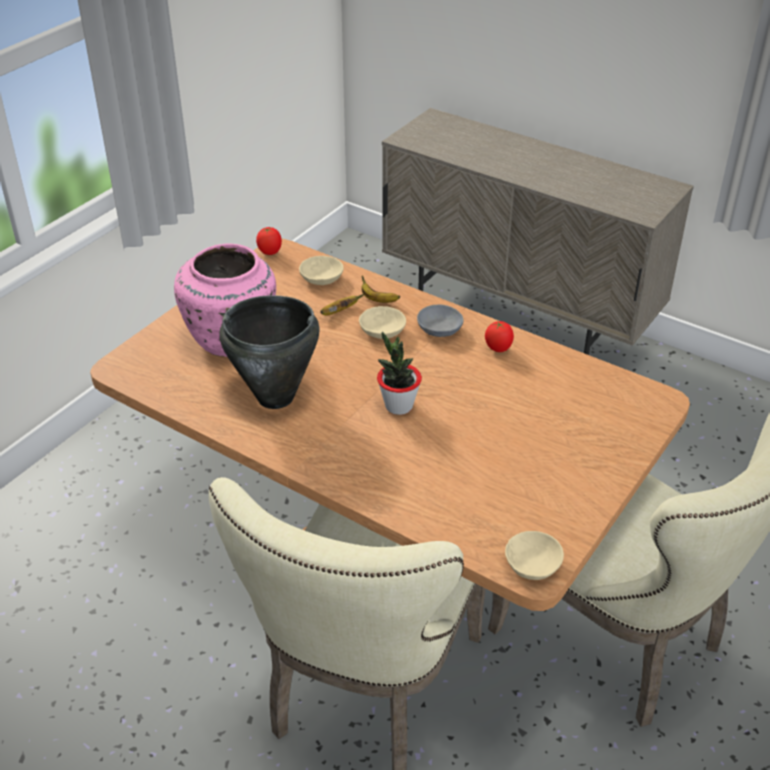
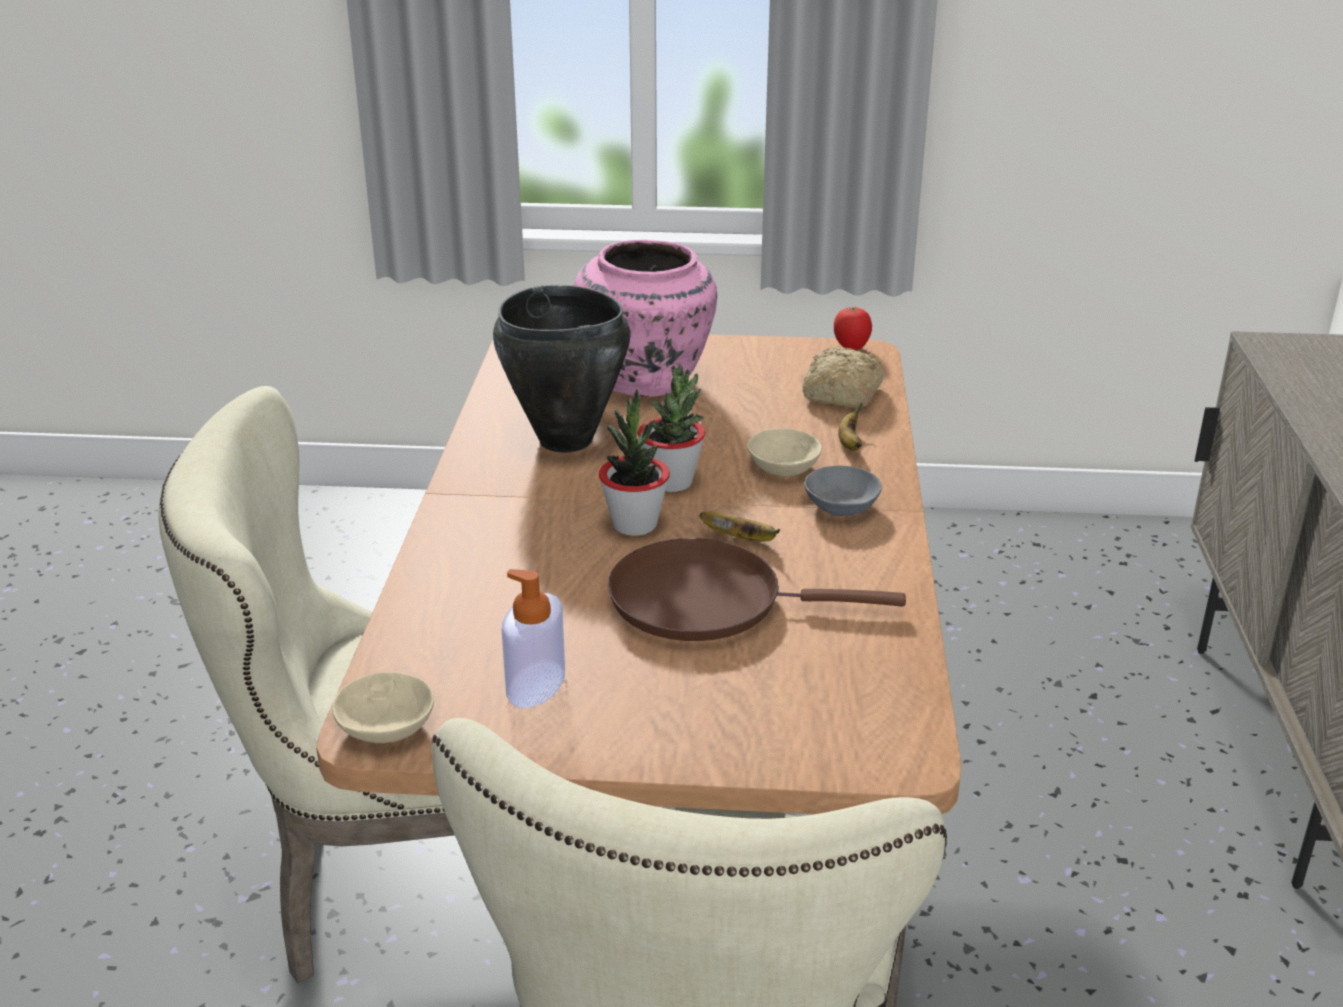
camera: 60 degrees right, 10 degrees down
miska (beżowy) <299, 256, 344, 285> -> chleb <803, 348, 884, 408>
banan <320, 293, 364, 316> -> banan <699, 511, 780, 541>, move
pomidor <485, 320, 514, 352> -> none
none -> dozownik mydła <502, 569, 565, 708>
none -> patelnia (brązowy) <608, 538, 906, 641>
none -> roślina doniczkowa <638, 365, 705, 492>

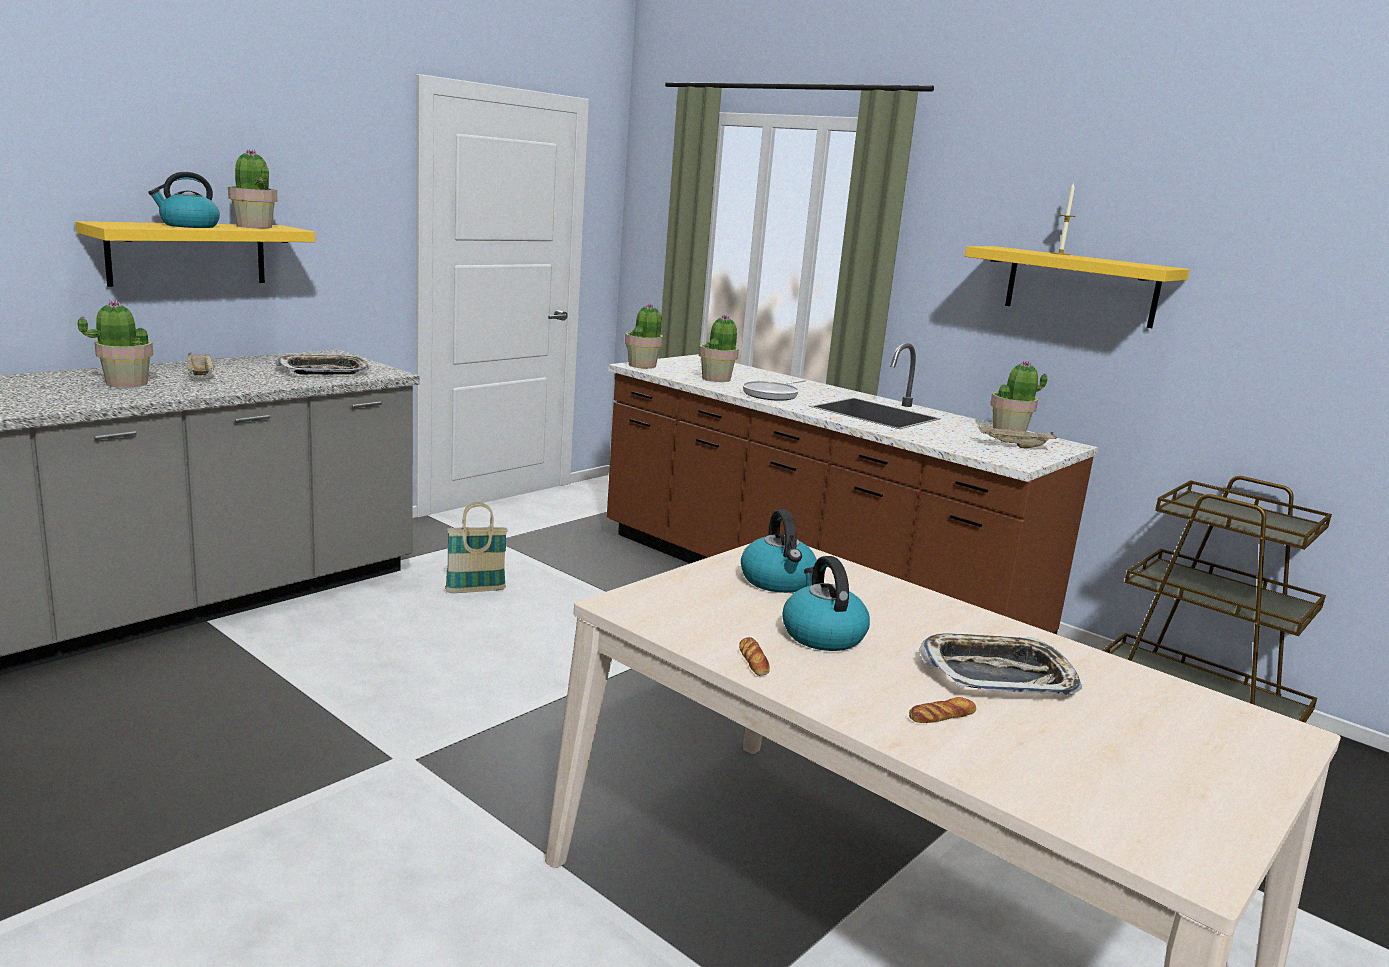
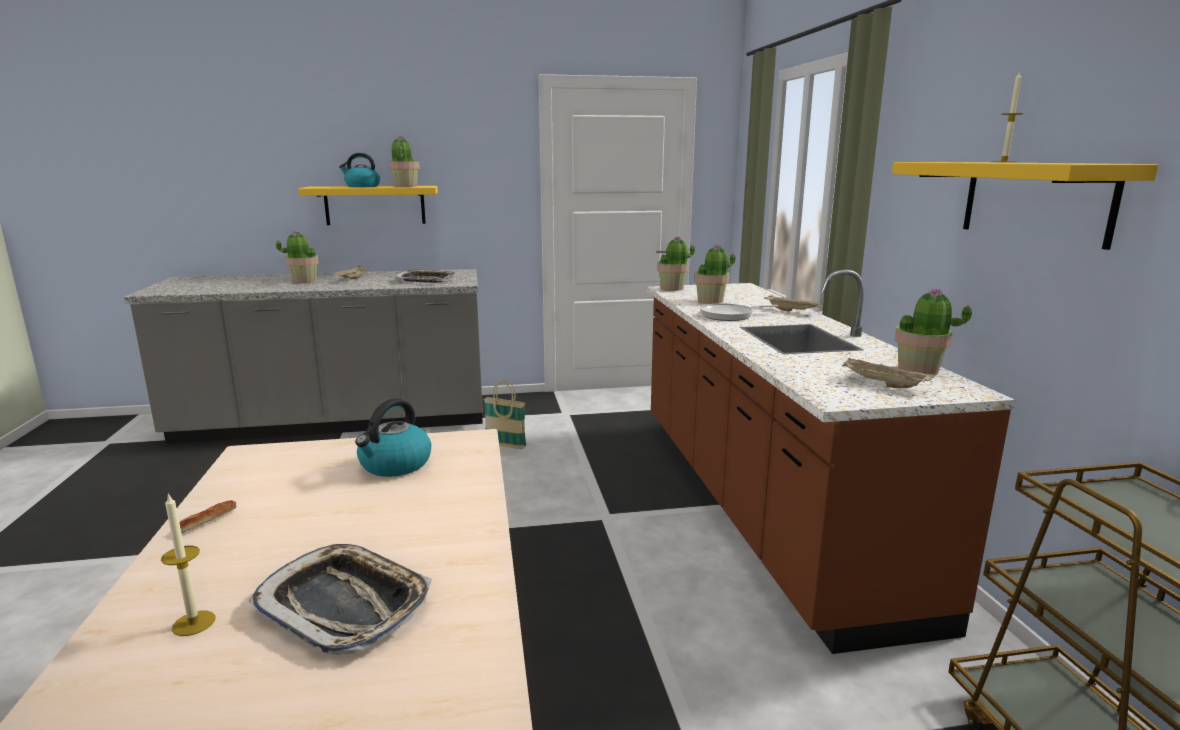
camera: 40 degrees right, 0 degrees up
czajnik <782, 556, 870, 651> -> none
chleb <909, 697, 976, 723> -> świeca <161, 493, 216, 636>
none -> taca (beżowy) <764, 295, 823, 312>

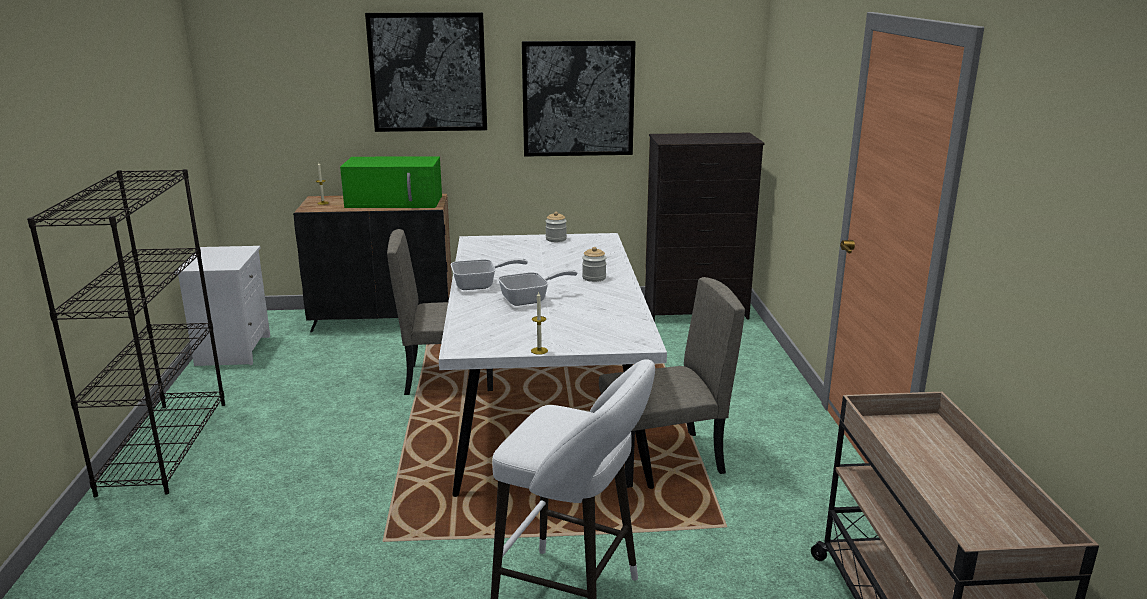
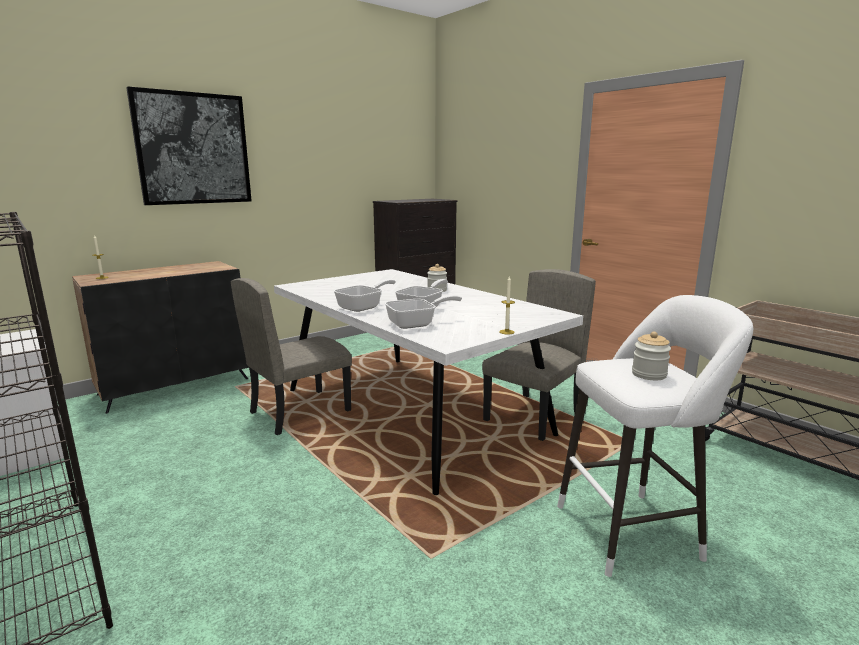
camera: 35 degrees left, 5 degrees down
mikrofalówka (zielony) <340, 157, 442, 208> -> none
obraz <522, 41, 636, 157> -> none
słoik <545, 212, 567, 242> -> słoik <632, 332, 671, 380>, move
none -> patelnia <385, 295, 462, 329>

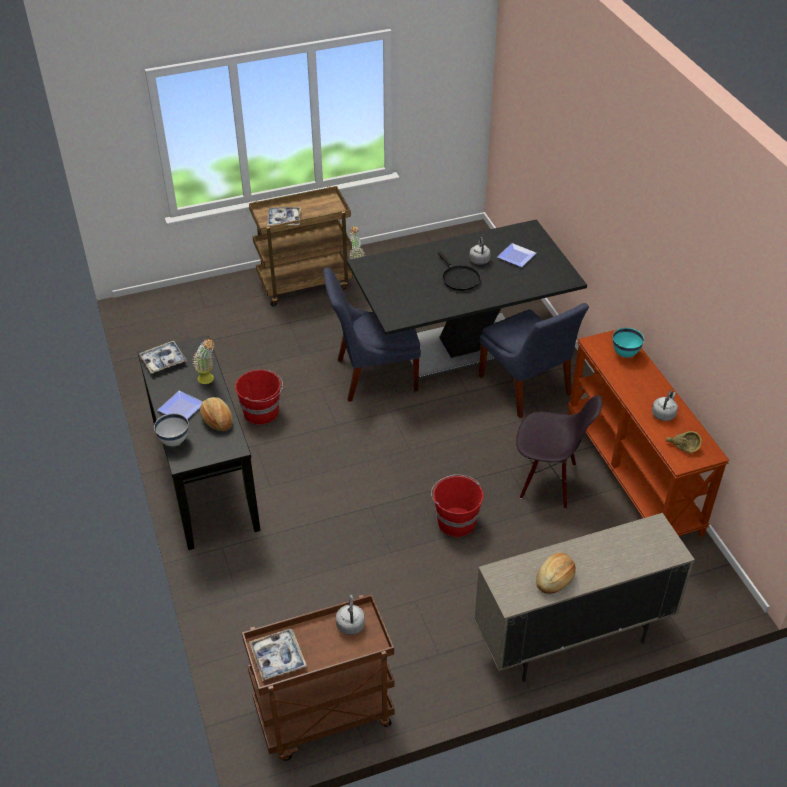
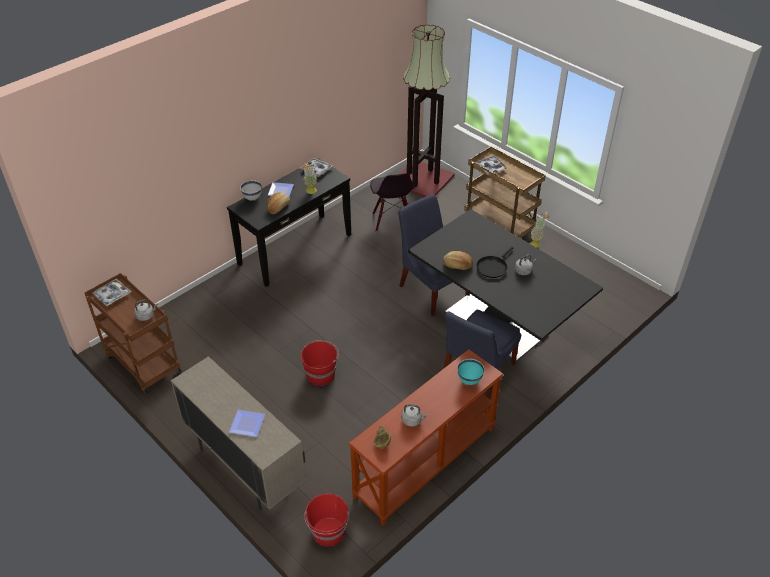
camera: 65 degrees right, 0 degrees up
wiadro (czerwony) <235, 370, 283, 425> -> wiadro (czerwony) <304, 493, 349, 547>, move
talerz <497, 243, 536, 267> -> talerz <229, 410, 265, 437>, move
krzesło (czarny) <516, 395, 603, 509> -> krzesło (czarny) <370, 173, 414, 232>, move
chleb <536, 553, 576, 594> -> chleb <443, 251, 473, 270>, move
none -> lampa stojąca <400, 24, 455, 197>

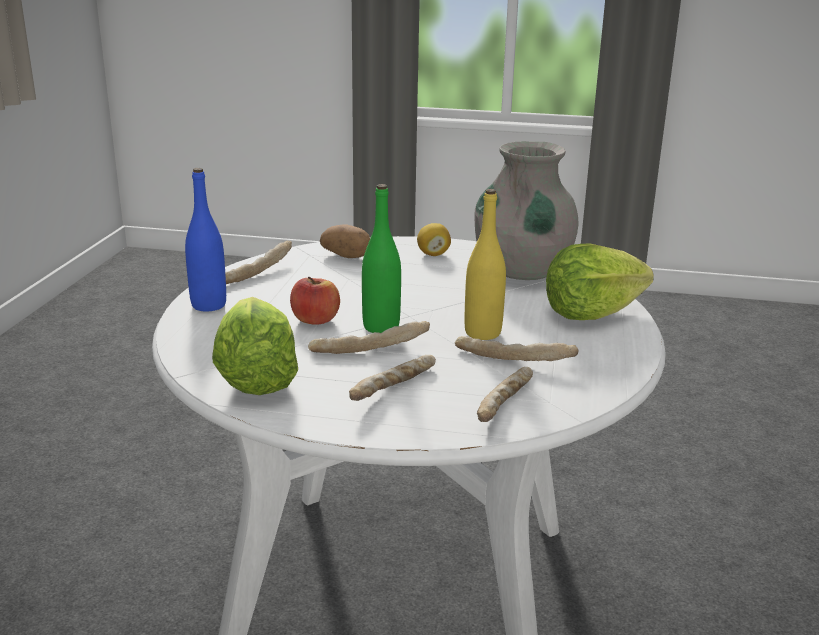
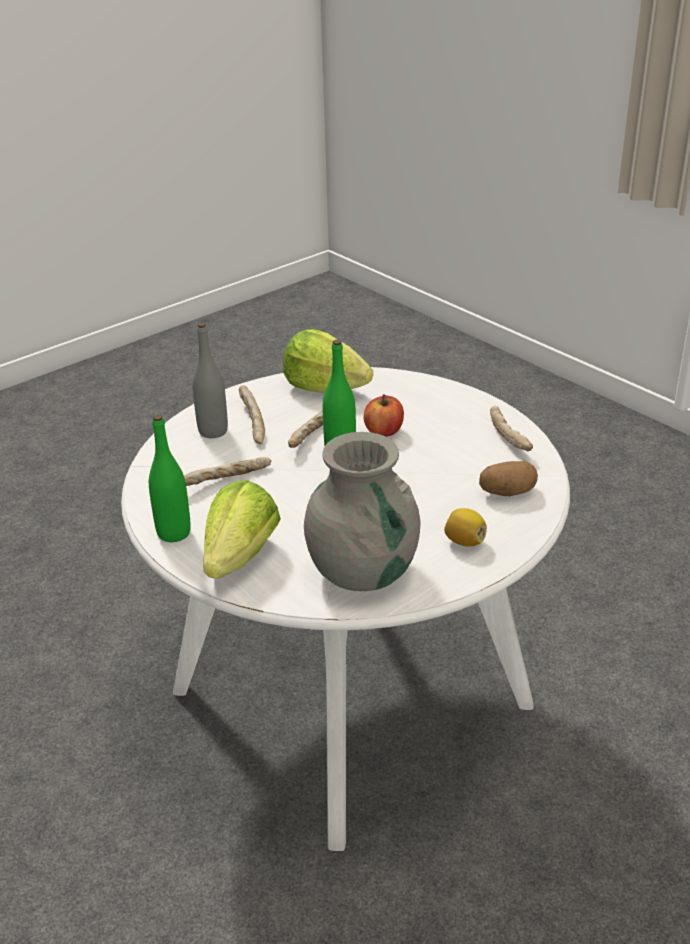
camera: 130 degrees right, 10 degrees up
butelka (niebieski) <185, 168, 226, 312> -> none
butelka (żółty) <465, 189, 506, 340> -> none
chleb <477, 367, 533, 422> -> none
none -> butelka (zielony) <149, 414, 191, 542>
none -> butelka (szary) <192, 322, 228, 438>

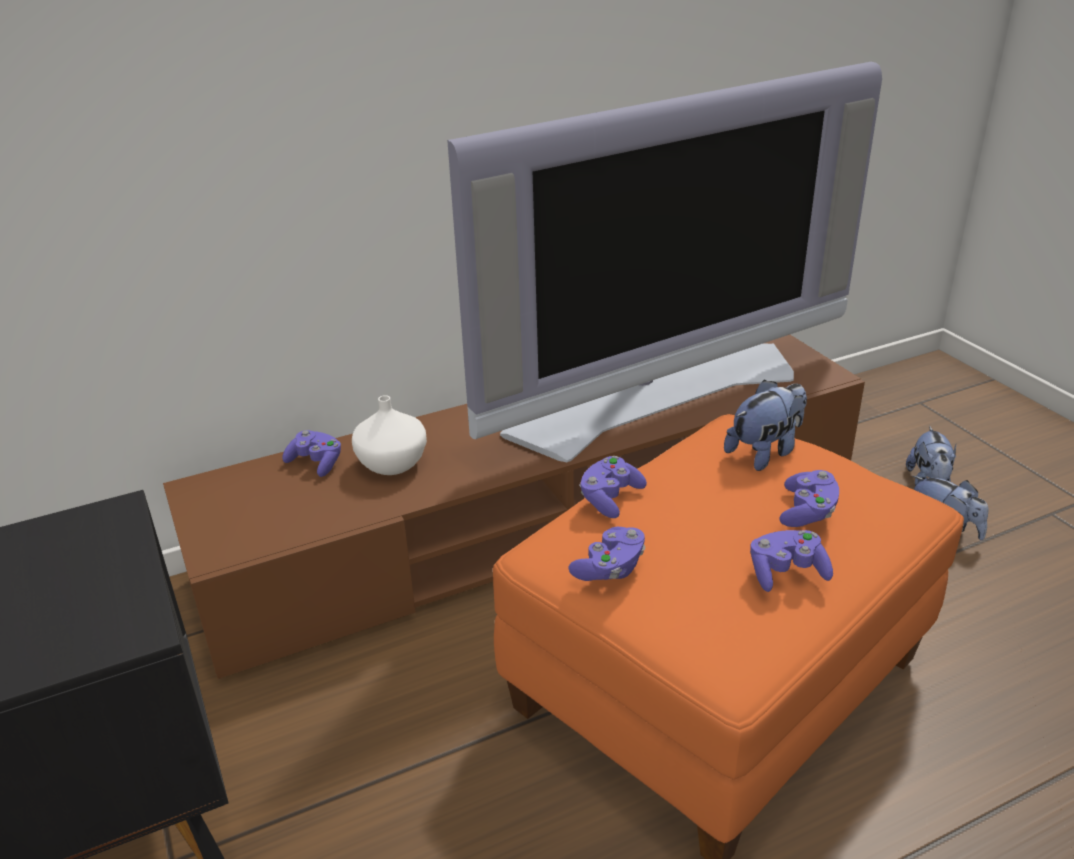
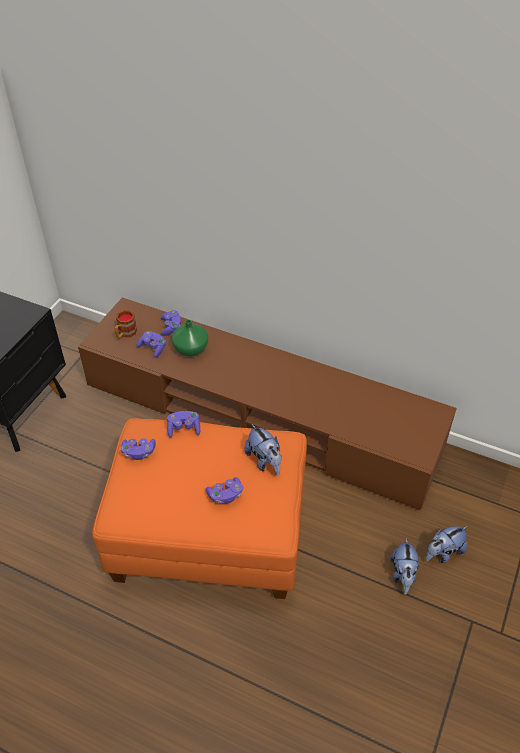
camera: 50 degrees right, 15 degrees up
wazon (biały) <352, 395, 427, 475> -> wazon (zielony) <172, 319, 208, 357>
telewizor <447, 62, 882, 462> -> none
pluszak <724, 380, 807, 471> -> pluszak <244, 423, 282, 476>, 45 degrees clockwise
pad do gier (fioletowy) <750, 530, 833, 592> -> pad do gier (fioletowy) <137, 331, 166, 358>, move
none -> kubek <115, 310, 137, 338>

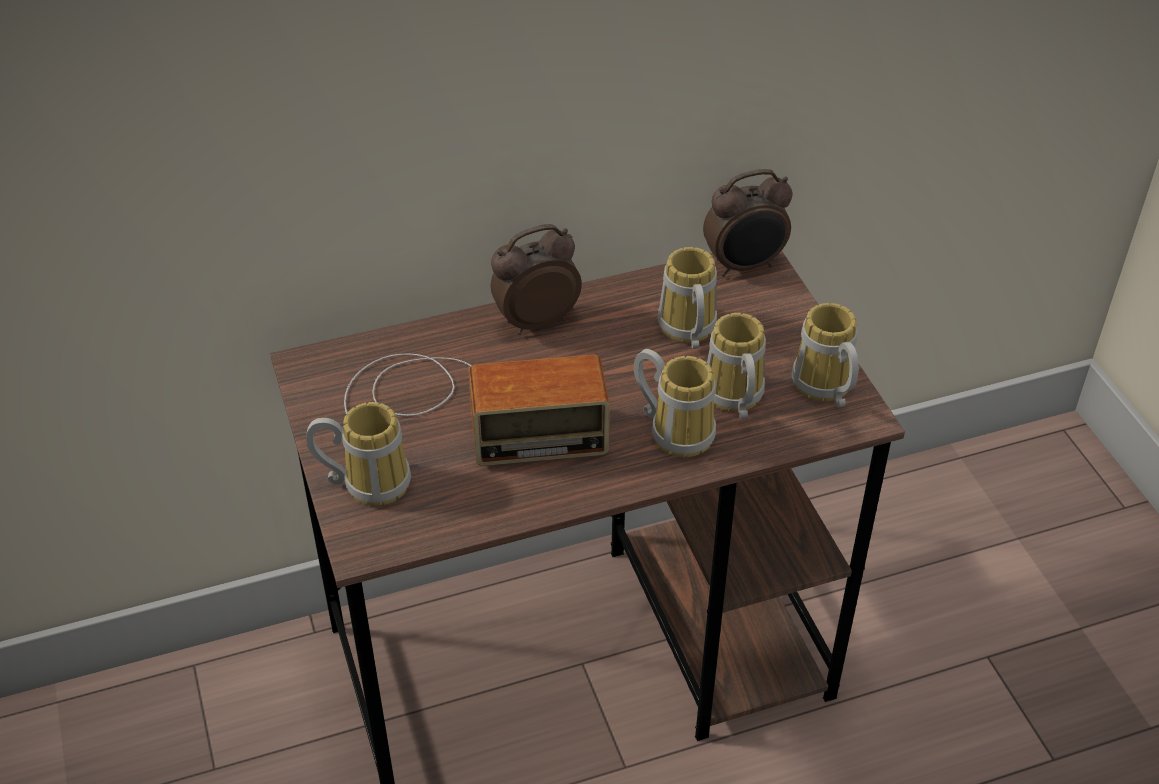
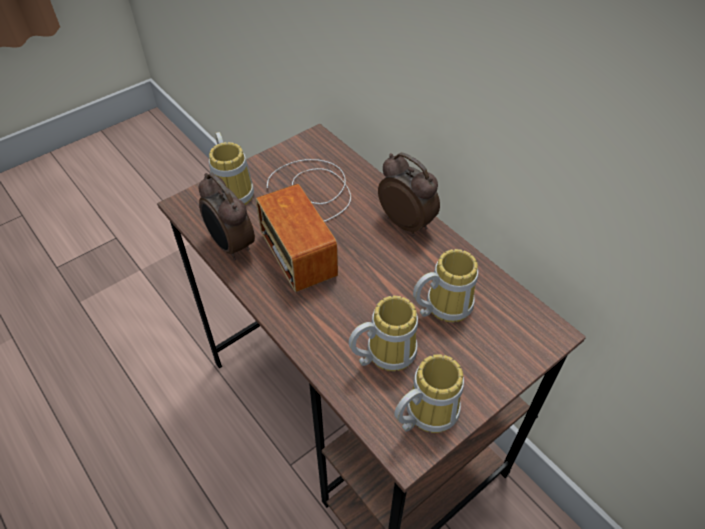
camera: 70 degrees right, 5 degrees up
kubek <634, 349, 716, 457> -> none
budzik <703, 169, 793, 277> -> budzik <198, 173, 255, 260>, move

